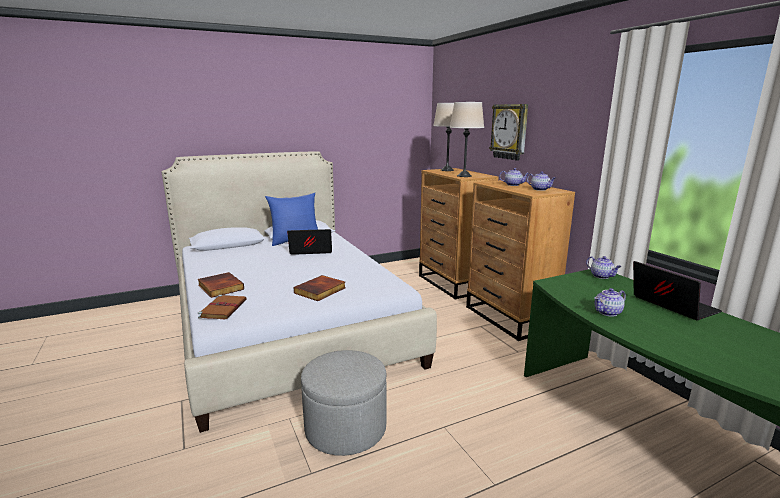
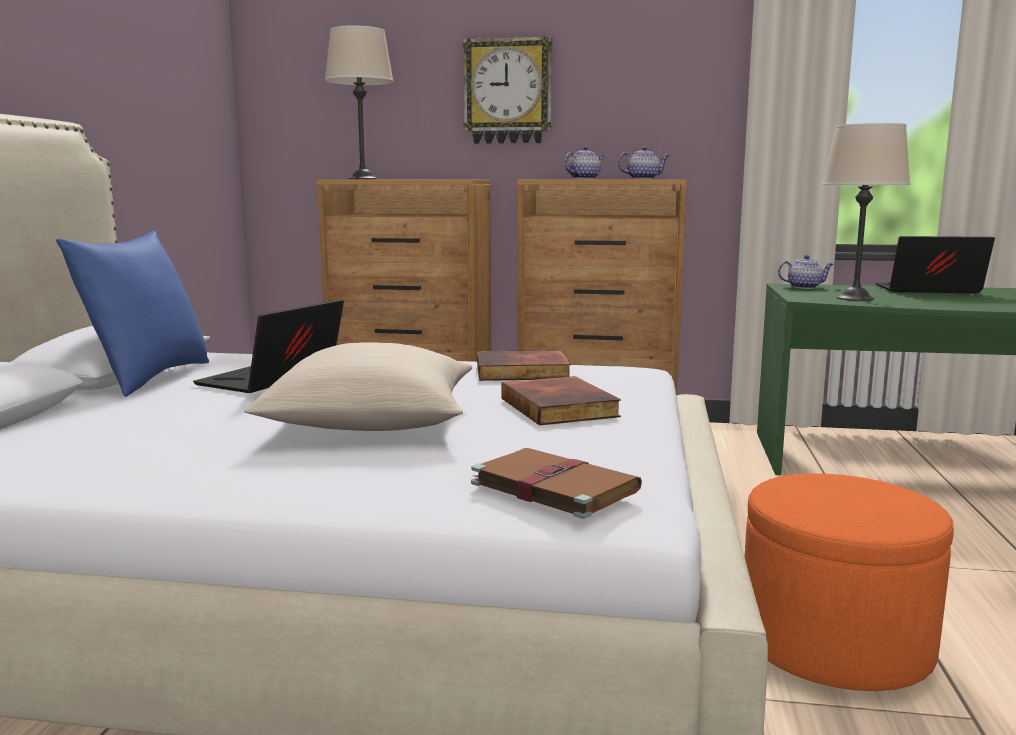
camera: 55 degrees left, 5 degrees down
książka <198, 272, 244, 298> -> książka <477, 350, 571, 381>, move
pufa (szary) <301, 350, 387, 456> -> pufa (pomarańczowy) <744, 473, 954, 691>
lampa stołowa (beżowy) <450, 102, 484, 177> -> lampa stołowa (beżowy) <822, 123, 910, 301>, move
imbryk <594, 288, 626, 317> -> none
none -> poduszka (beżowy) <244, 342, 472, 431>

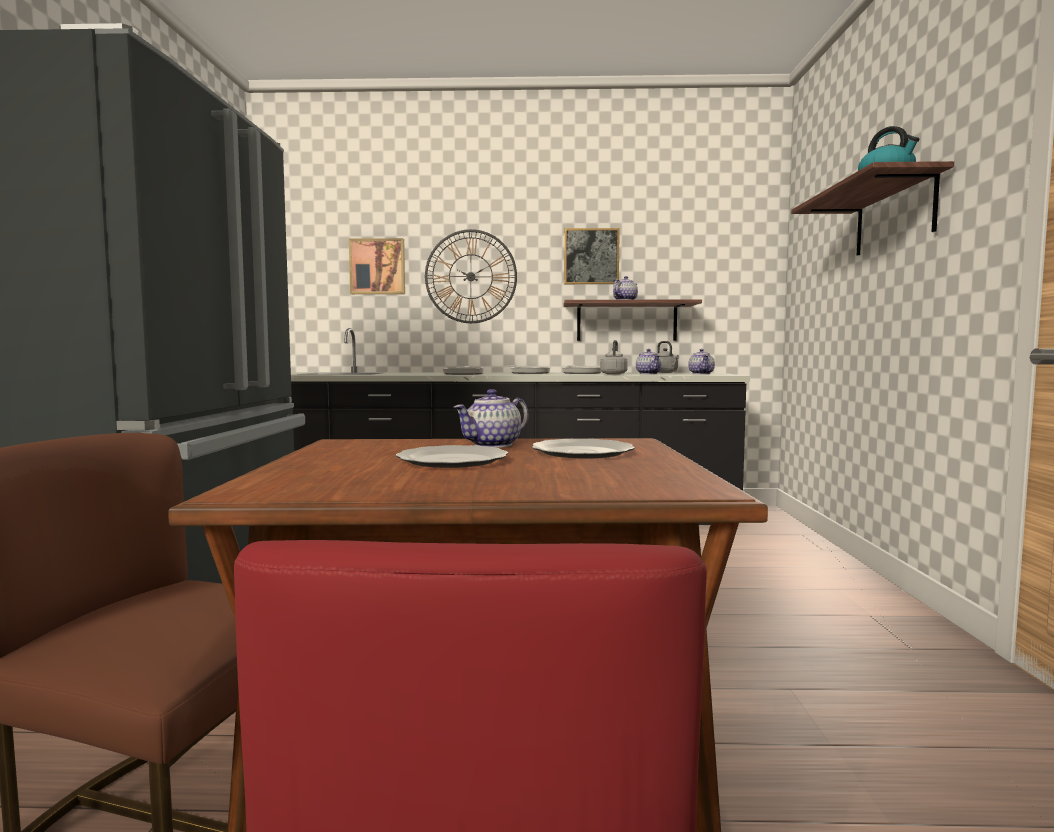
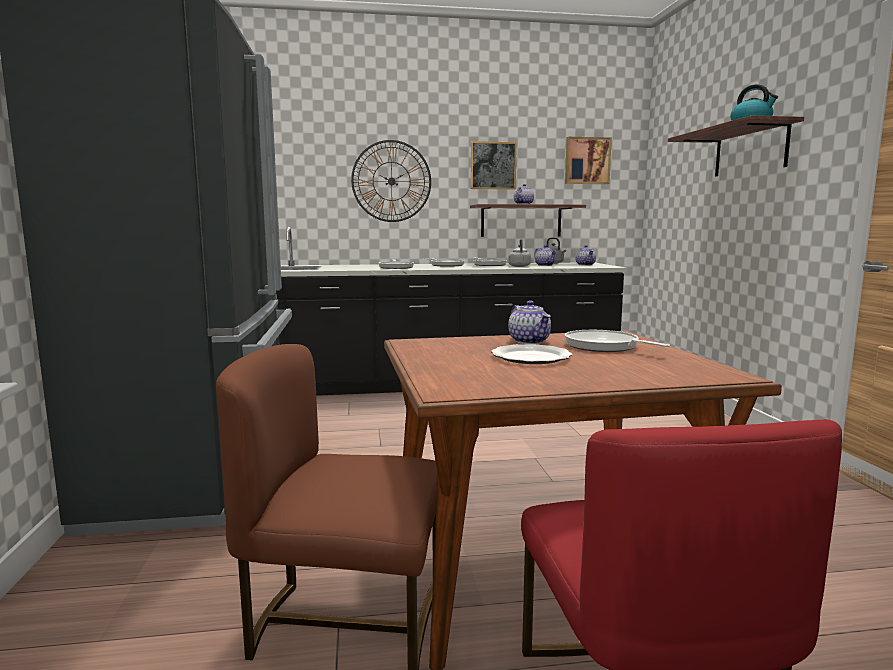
camera: 10 degrees left, 5 degrees up
obraz <349, 238, 405, 294> -> obraz <565, 137, 612, 184>, move
imbryk <453, 389, 529, 448> -> imbryk <508, 300, 551, 344>, 60 degrees counterclockwise
talerz <532, 439, 635, 459> -> patelnia <565, 330, 670, 352>

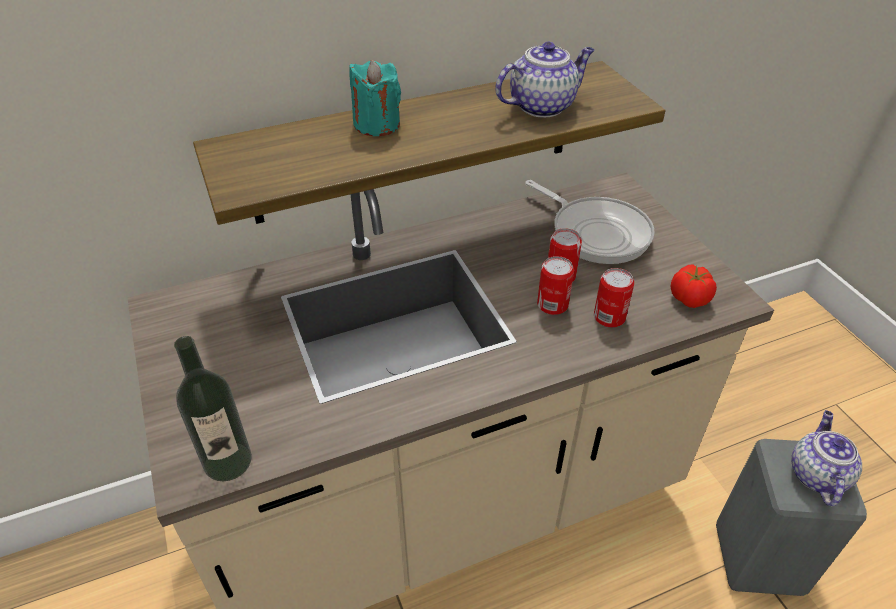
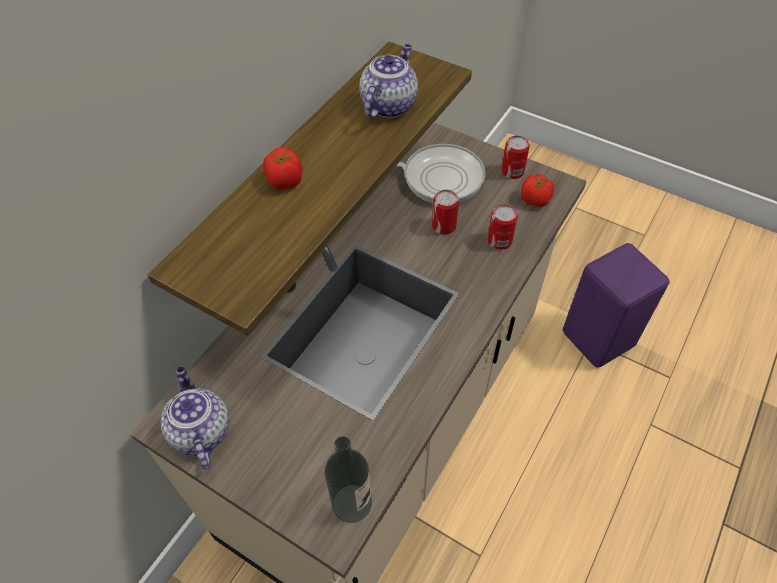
camera: 35 degrees left, 10 degrees up
świeca (turkusowy) <349, 60, 401, 136> -> pomidor <263, 147, 302, 190>
puszka <537, 256, 574, 315> -> puszka <501, 135, 530, 179>, move
stołek (szary) <716, 439, 867, 596> -> stołek (fioletowy) <563, 243, 670, 368>
imbryk <791, 410, 862, 506> -> imbryk <161, 366, 230, 469>, move

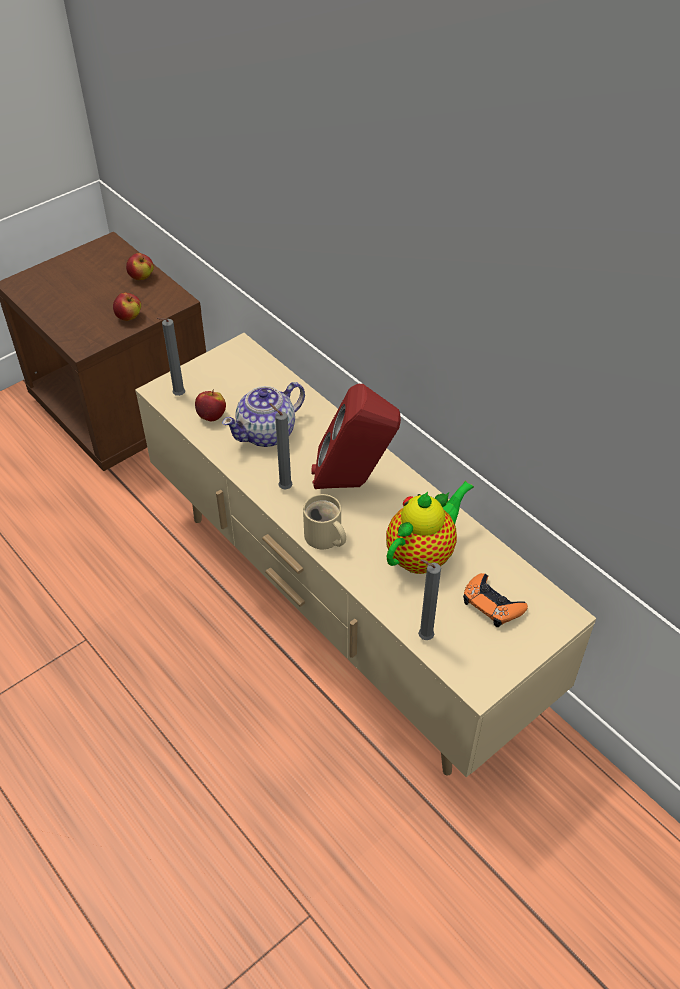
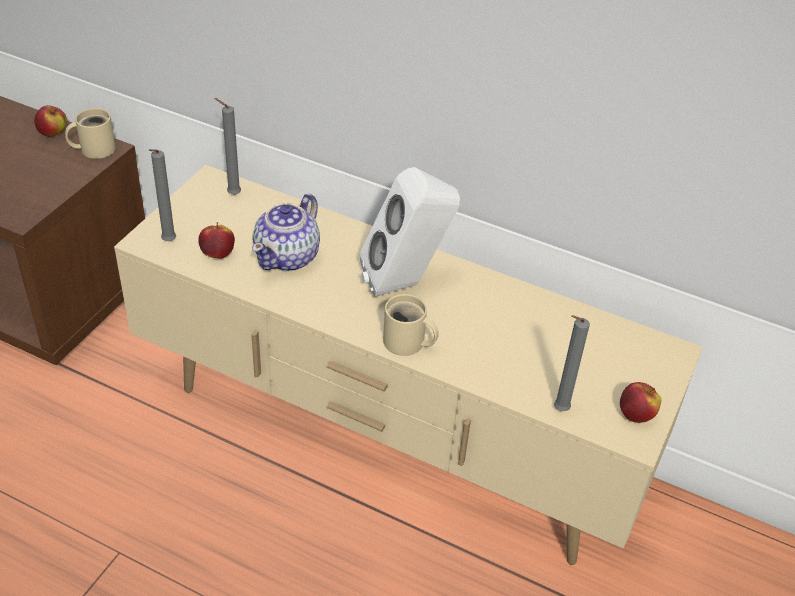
camera: 25 degrees left, 5 degrees down
jabłko <113, 292, 141, 321> -> jabłko <620, 382, 661, 423>, move
świeca (szary) <269, 403, 293, 490> -> świeca (szary) <214, 98, 241, 195>, move
głośnik (czerwony) <311, 384, 401, 489> -> głośnik (biały) <360, 167, 460, 297>
imbryk <386, 481, 474, 574> -> none
pad do gier (pomarańczowy) <463, 573, 528, 627> -> none
none -> kubek (beżowy) <65, 108, 116, 159>

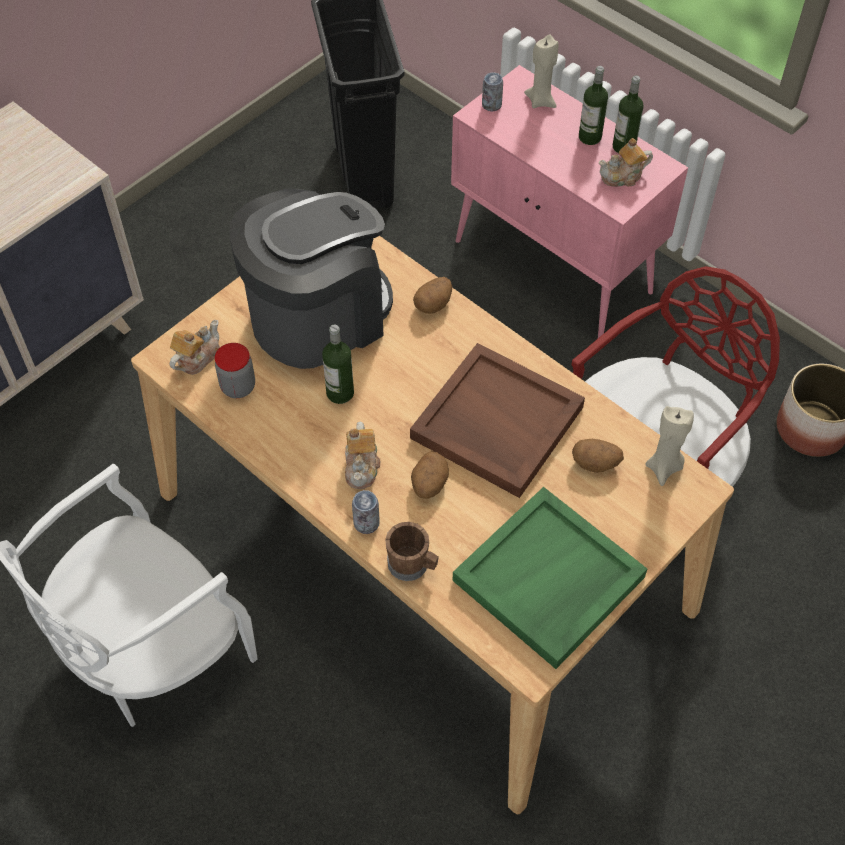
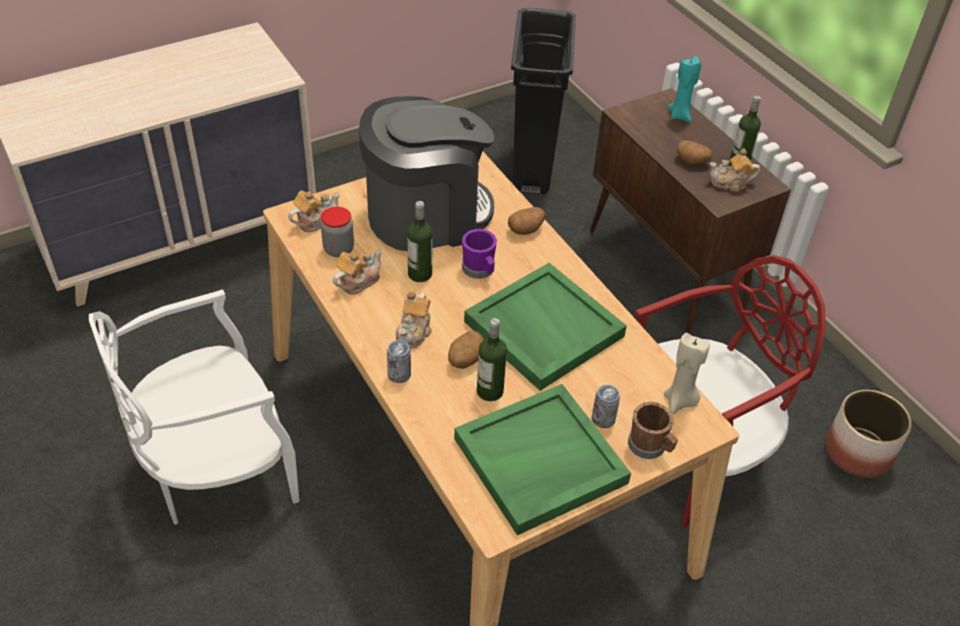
camera: 15 degrees right, 10 degrees down
kubek (brązowy) <385, 522, 439, 581> -> kubek (brązowy) <628, 402, 678, 459>, move
taca (brązowy) <410, 343, 585, 498> -> taca (zielony) <464, 263, 627, 391>
szafka (różowy) <451, 65, 688, 338> -> szafka (brązowy) <590, 88, 791, 334>
puszka <482, 72, 503, 111> -> puszka <591, 384, 620, 428>, move
świeca (beżowy) <524, 34, 558, 108> -> świeca (turkusowy) <668, 56, 701, 122>
ziemniak <572, 439, 624, 473> -> ziemniak <677, 140, 713, 165>, move
butelka <579, 66, 608, 145> -> butelka <477, 318, 507, 401>, move
none -> imbryk <333, 249, 382, 295>
none -> kubek (fioletowy) <462, 229, 497, 279>

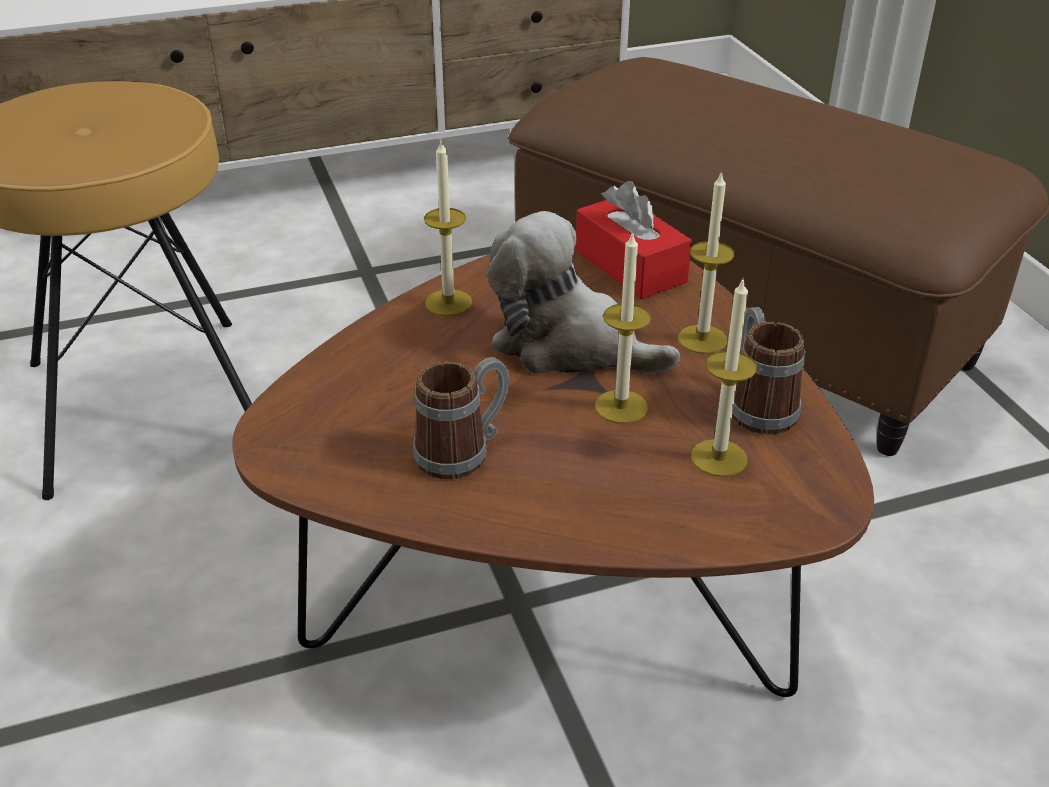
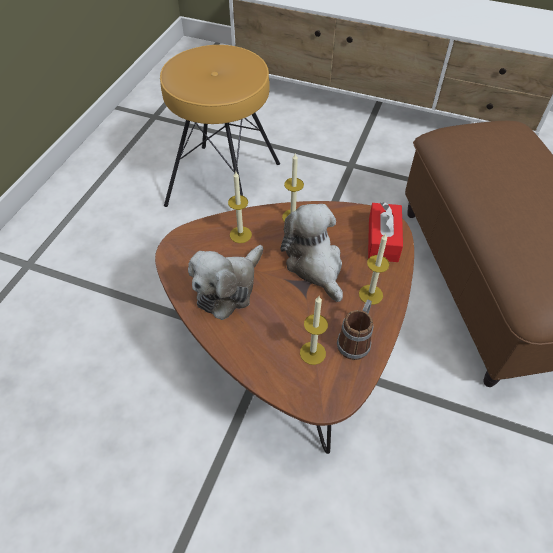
camera: 40 degrees right, 15 degrees up
kubek <413, 357, 509, 480> -> pluszak <188, 245, 263, 320>
świeca <595, 231, 651, 424> -> świeca <228, 172, 252, 243>, move

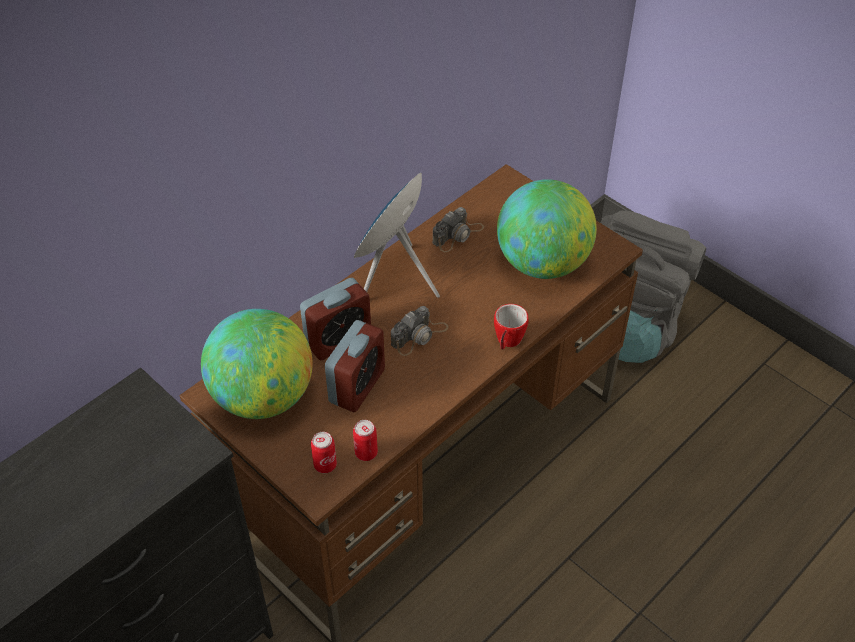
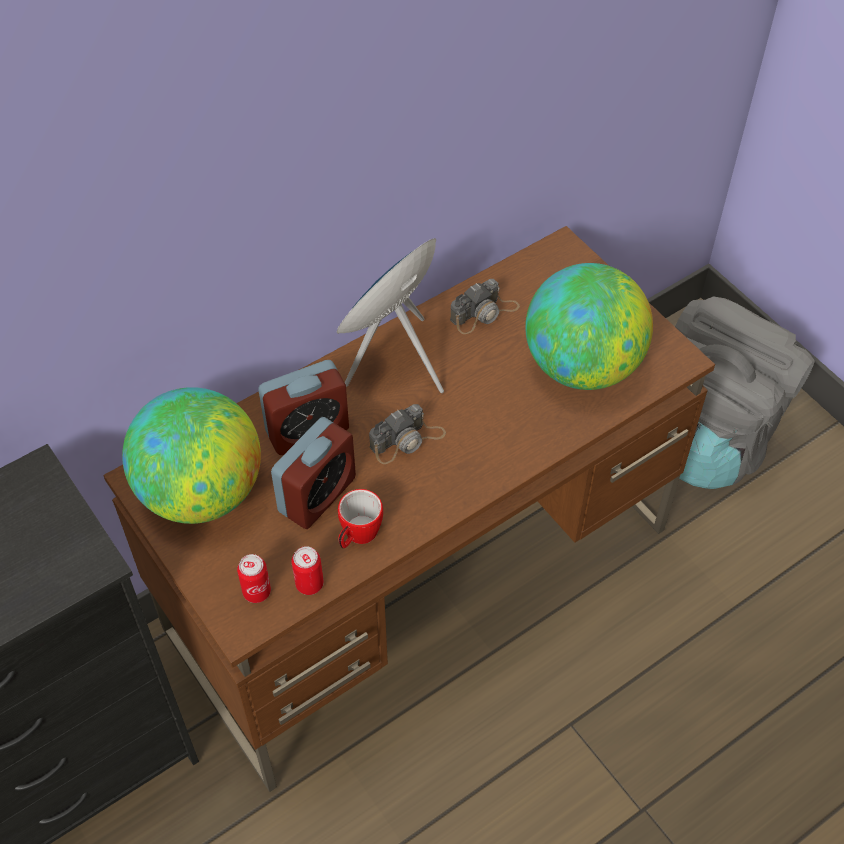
camera: 10 degrees right, 5 degrees up
kubek <494, 304, 529, 350> -> kubek <338, 489, 383, 548>, move

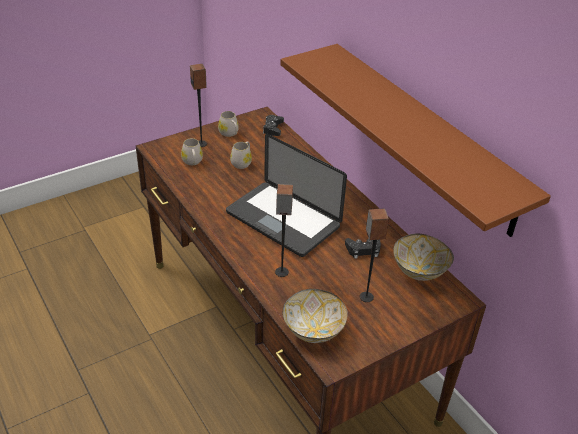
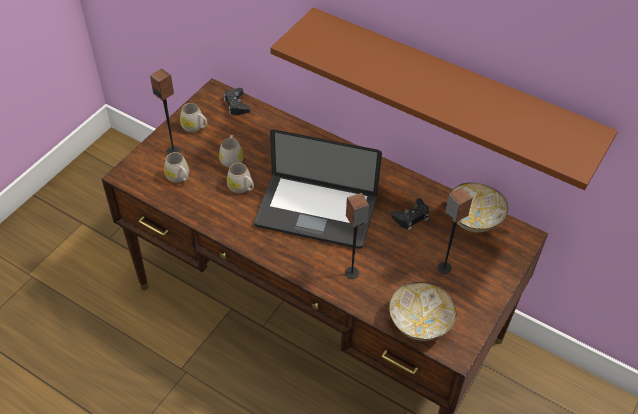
camera: 25 degrees left, 10 degrees up
none -> kubek (biały) <227, 163, 254, 193>

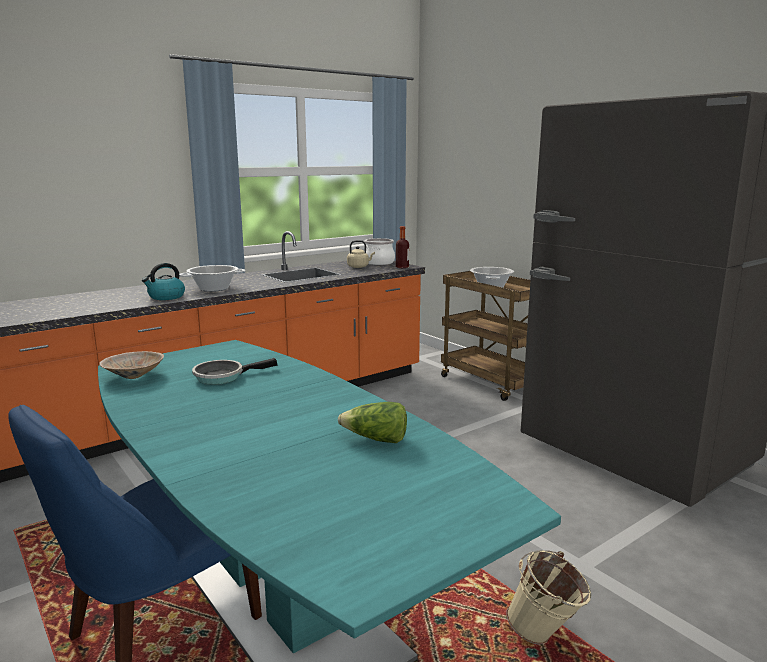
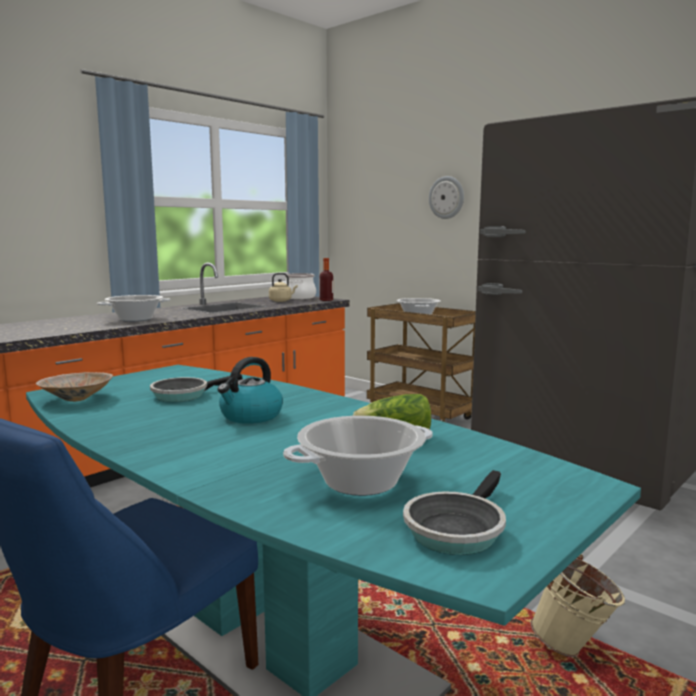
camera: 10 degrees left, 5 degrees down
czajnik <142, 263, 185, 300> -> czajnik <218, 357, 283, 424>, move
none -> garnek <283, 416, 433, 496>
none -> patelnia <403, 470, 506, 555>
none -> zegar ścienny <429, 176, 464, 219>

